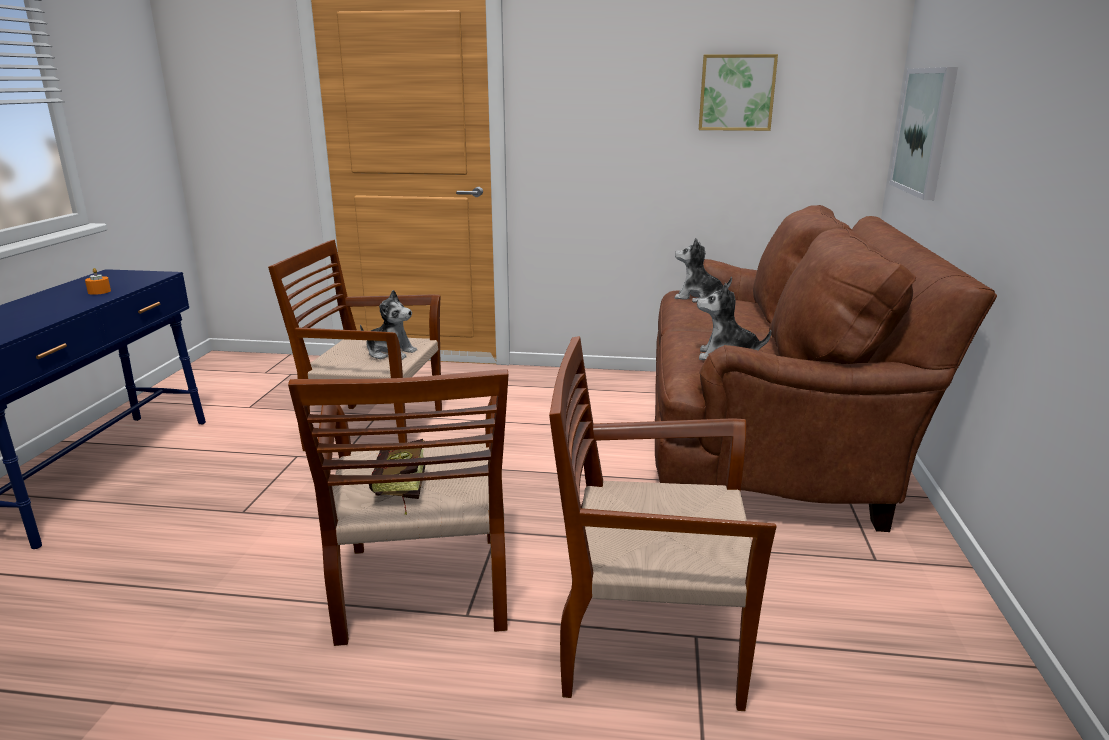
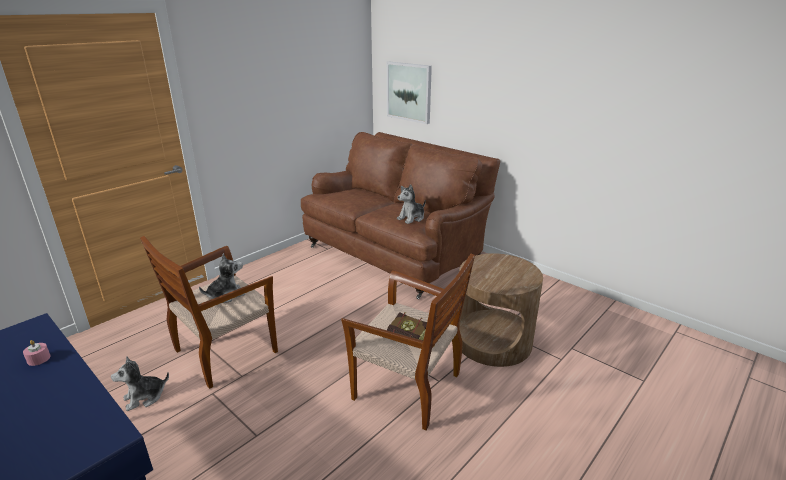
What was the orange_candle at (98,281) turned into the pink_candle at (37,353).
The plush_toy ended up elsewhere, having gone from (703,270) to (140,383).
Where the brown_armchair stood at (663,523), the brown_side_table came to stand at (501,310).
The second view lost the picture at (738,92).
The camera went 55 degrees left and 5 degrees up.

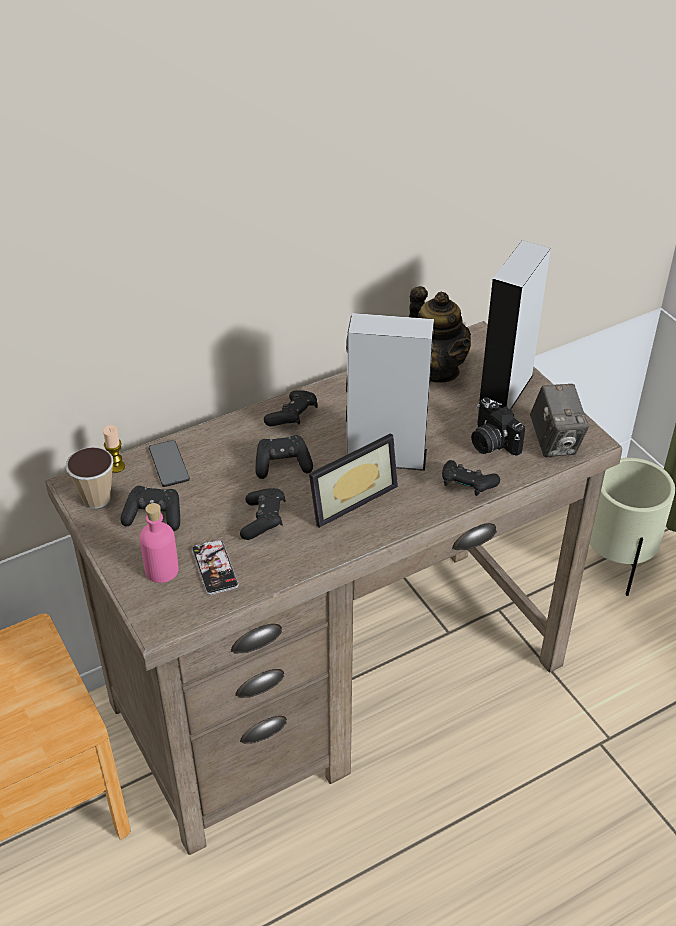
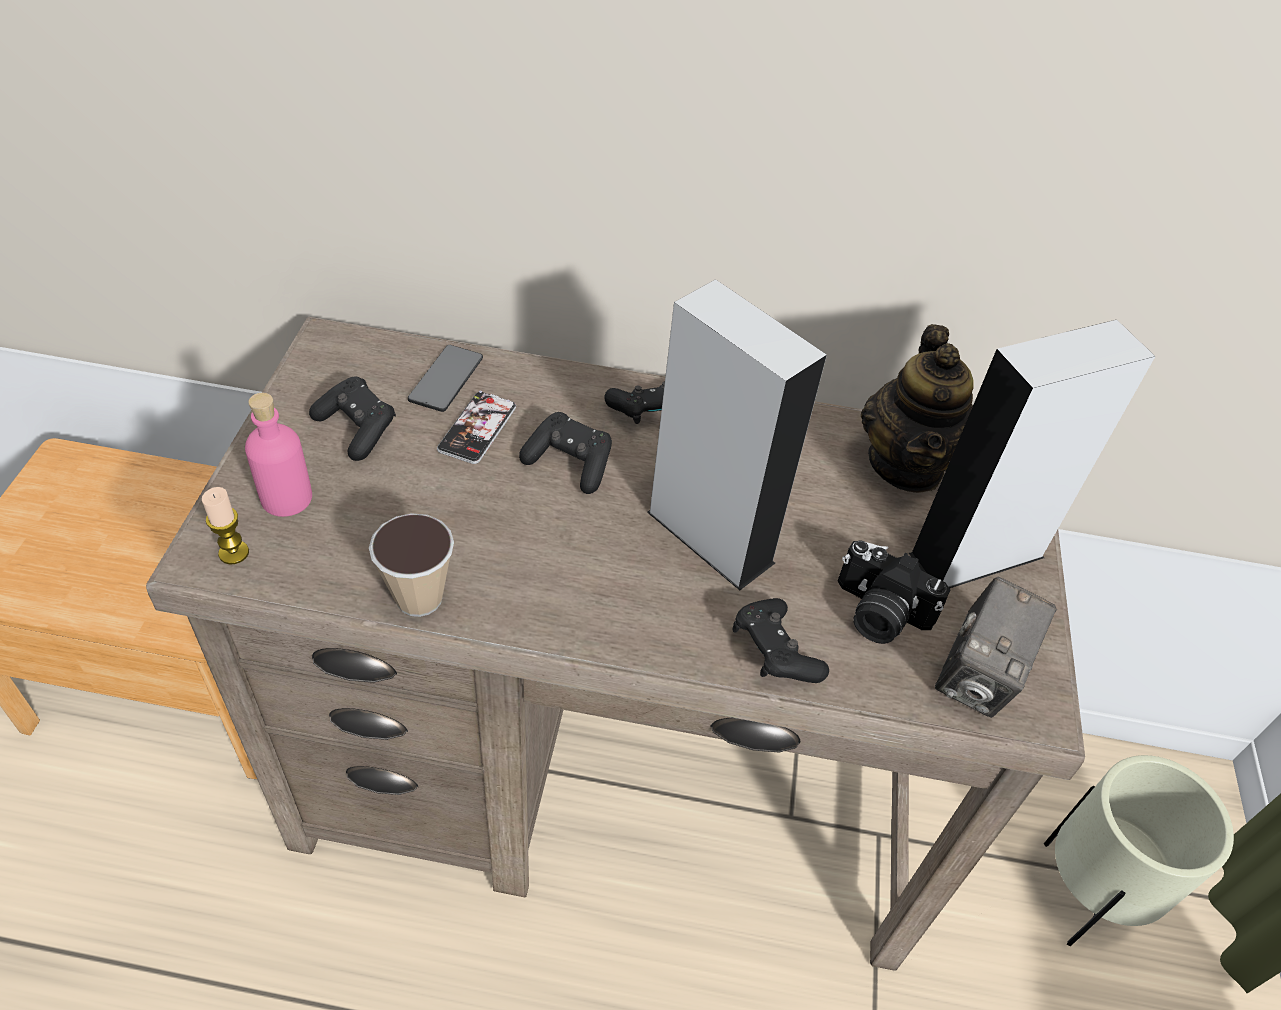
The candle ended up elsewhere, having gone from (114,449) to (225,525).
The cup ended up elsewhere, having gone from (90,478) to (411,565).
The phone ended up elsewhere, having gone from (215,567) to (476,427).
The photo_camera at (498,426) ended up facing another way, 60 degrees counterclockwise from before.
The second view lost the black_game_controller at (263,514).
The second view lost the picture_frame at (353,480).
The camera went 35 degrees right and 5 degrees up.

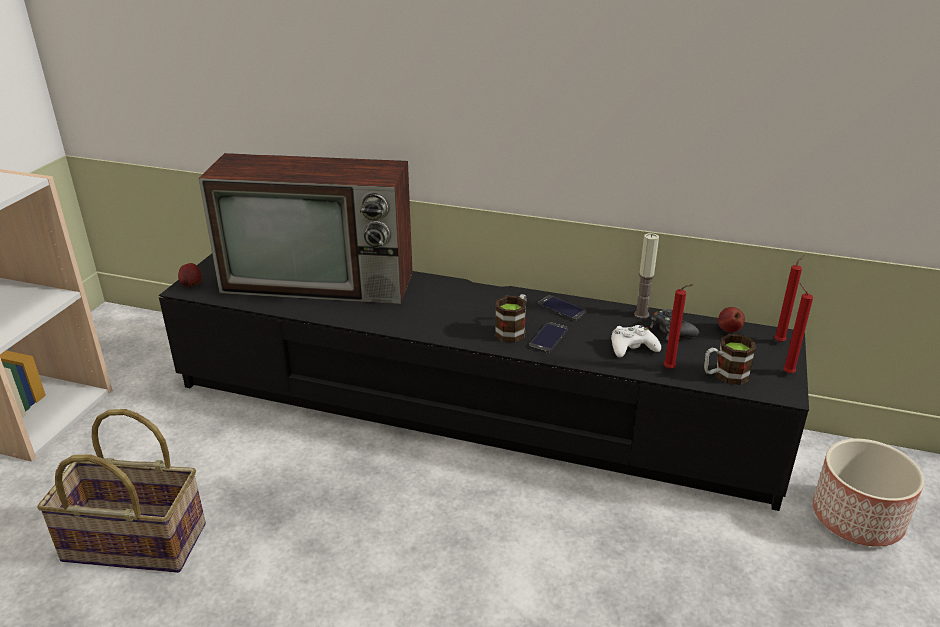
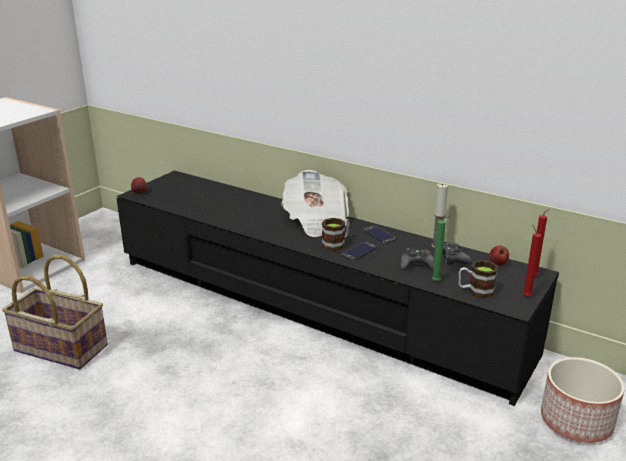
The second view gained the newspaper at (315,203).
What was the white_game_controller at (636,341) turned into the black_game_controller at (417,259).
What was the red_candle at (679,326) turned into the green_candle at (441,249).
The second view lost the television at (306,228).
The camera went 15 degrees right and 5 degrees down.

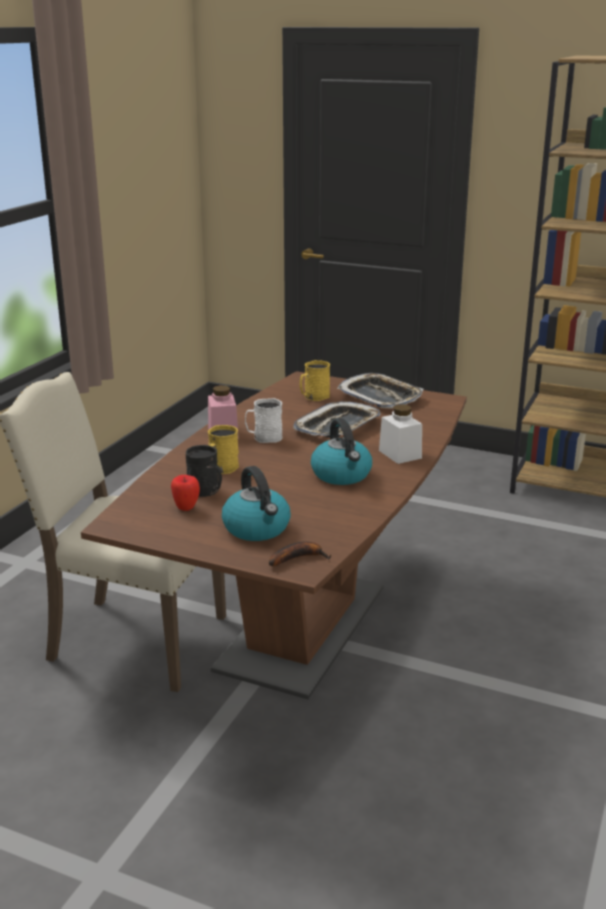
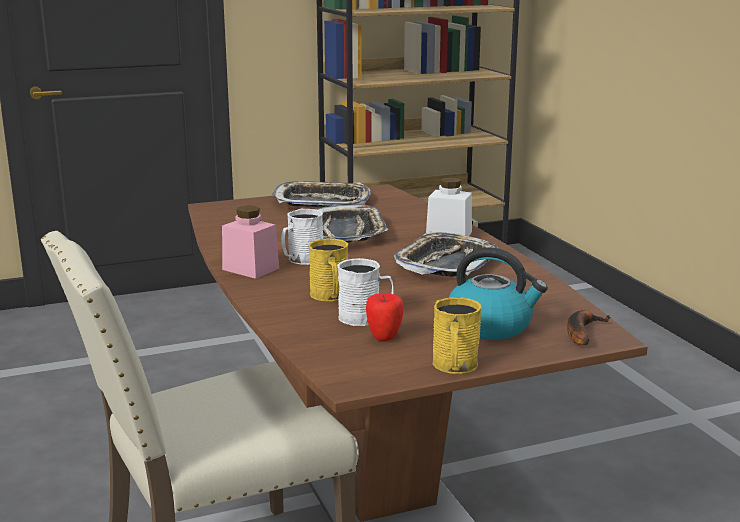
What was the black_mug at (204,471) turned into the white_mug at (365,292).
Where the kettle stood at (341,451), the tray came to stand at (446,254).
The yellow_mug ended up elsewhere, having gone from (315,380) to (457,335).
The camera went 45 degrees left and 5 degrees down.

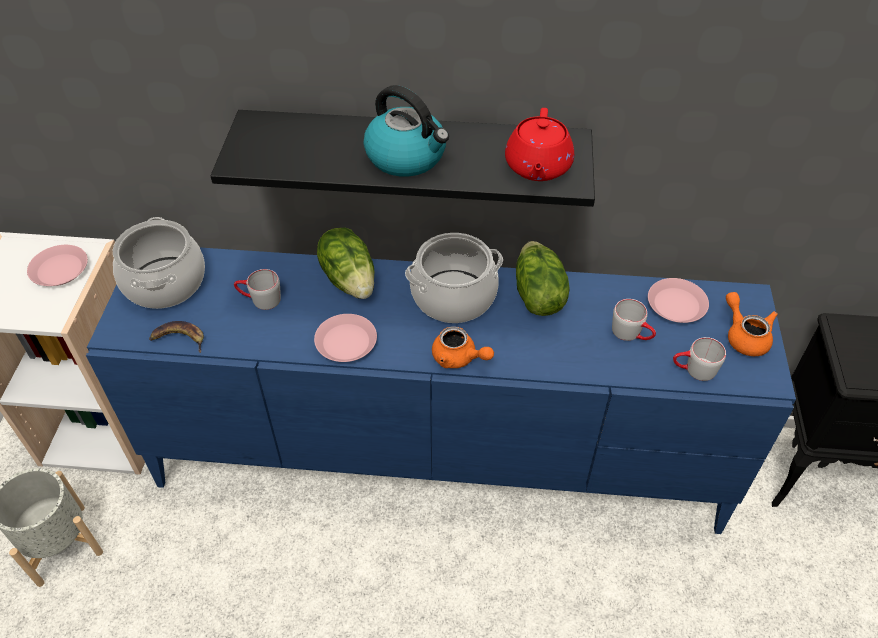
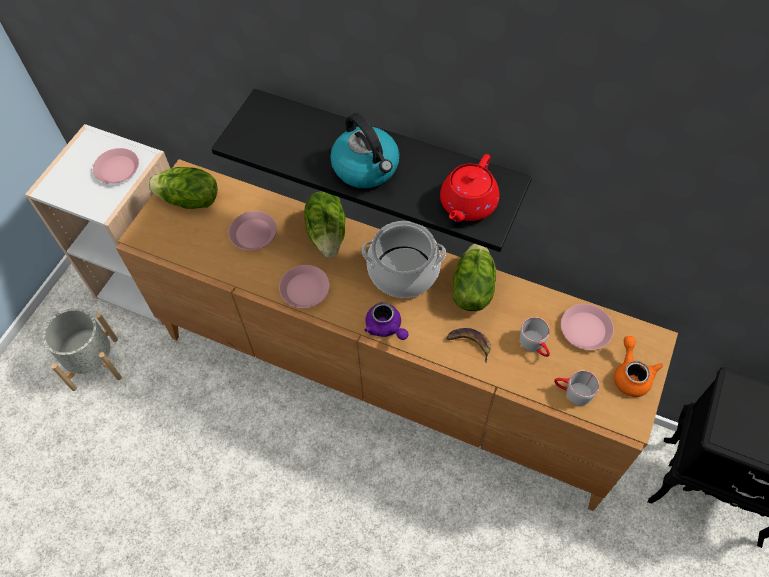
What was the blue_cabinet at (441,391) turned into the brown_cabinet at (397,335).
Where the cooking_pot stood at (159,263), the lettuce came to stand at (182,188).
Where the grey_mug stood at (257,289), the pink_plate came to stand at (253,231).
What was the orange_teapot at (463,347) turned into the purple_teapot at (386,321).
The banana ended up elsewhere, having gone from (176,337) to (468,345).
The camera went 20 degrees right and 10 degrees up.

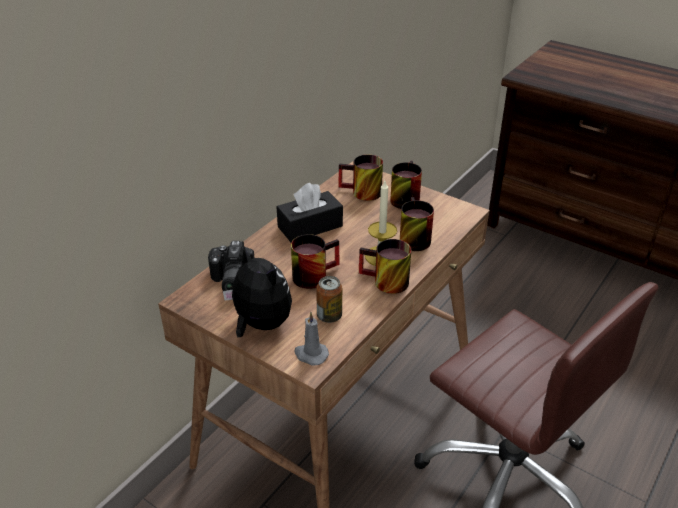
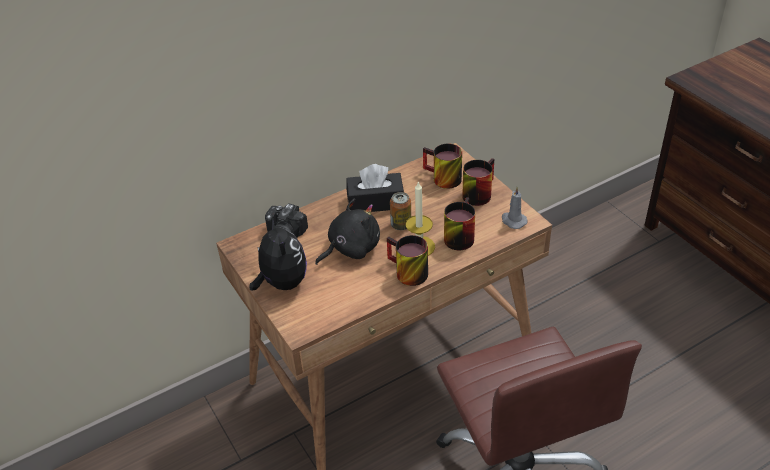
Where the mug stood at (315,261), the black_plush_toy came to stand at (347,232).
The can ended up elsewhere, having gone from (329,299) to (400,211).
The grey_candle ended up elsewhere, having gone from (311,339) to (514,207).
The camera went 25 degrees right and 5 degrees up.

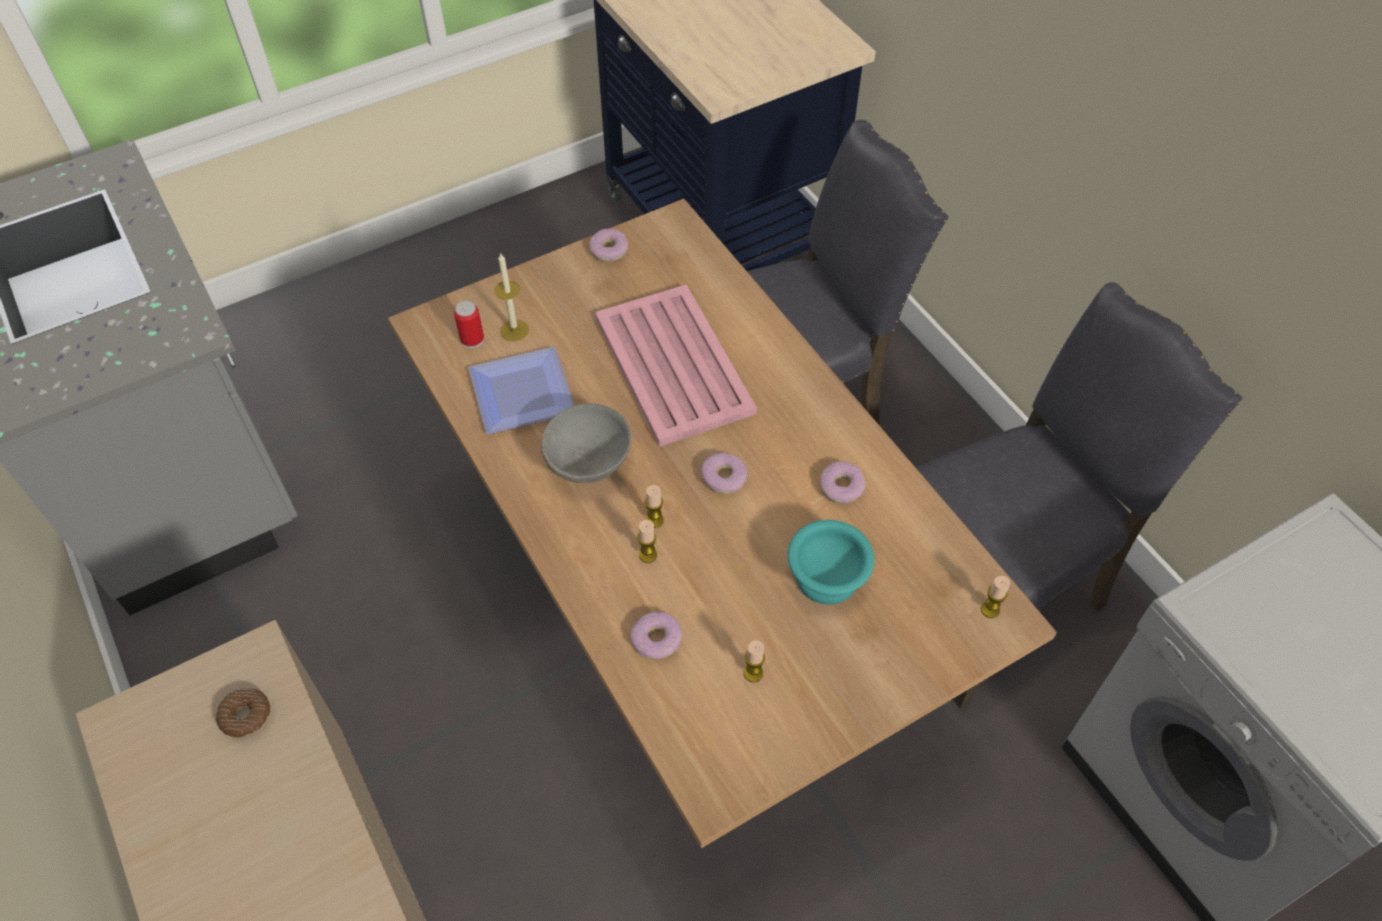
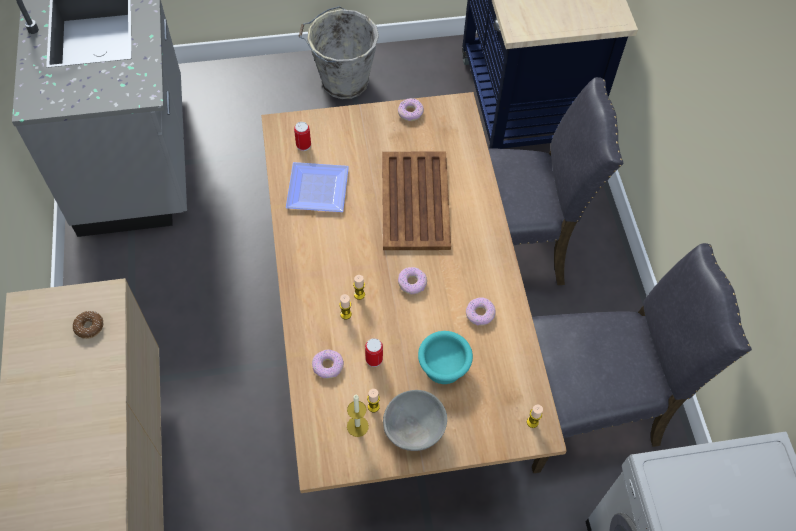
The second view gained the grey_bucket at (339,52).
The candle ended up elsewhere, having gone from (511,296) to (358,416).
The second view gained the can at (374,352).
What was the pink_tray at (676,365) turned into the brown_tray at (416,201).
The grey_bowl ended up elsewhere, having gone from (586,443) to (415,420).
The camera went 20 degrees right and 5 degrees up.

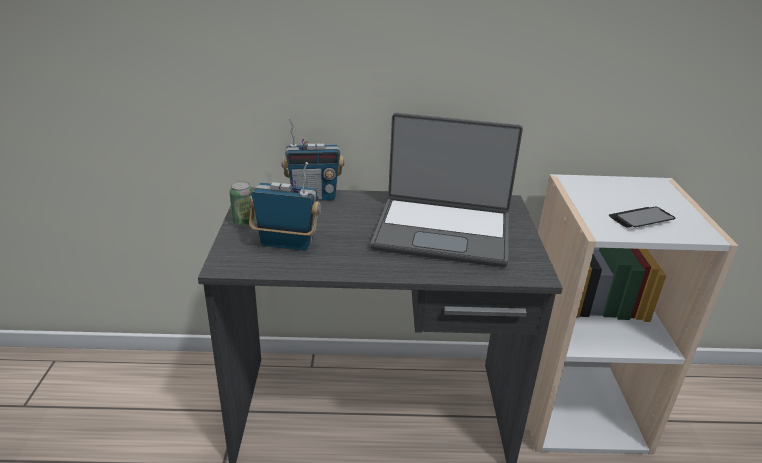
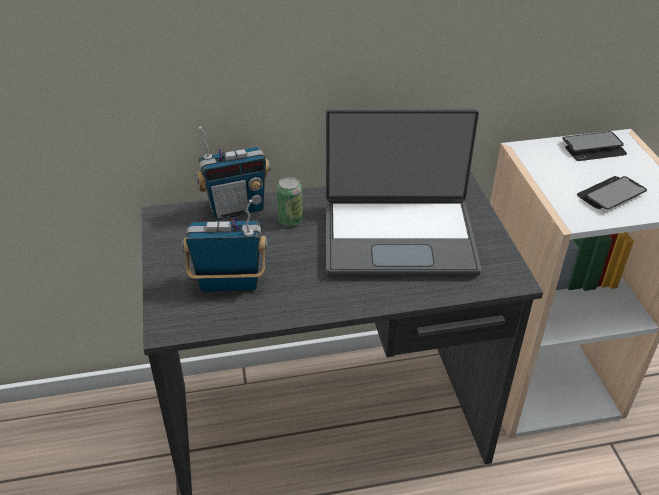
The can ended up elsewhere, having gone from (242,204) to (290,201).
The second view gained the phone at (595,146).
The camera went 10 degrees left and 10 degrees up.

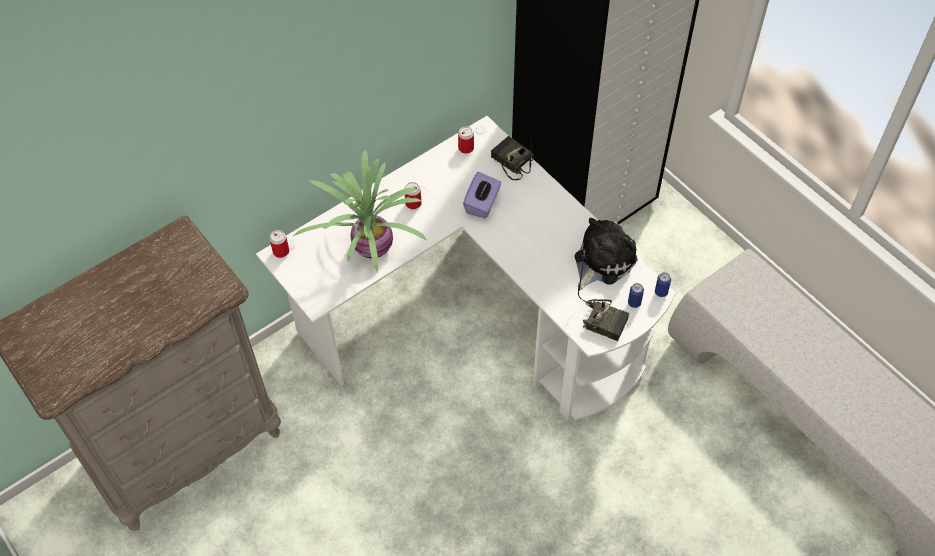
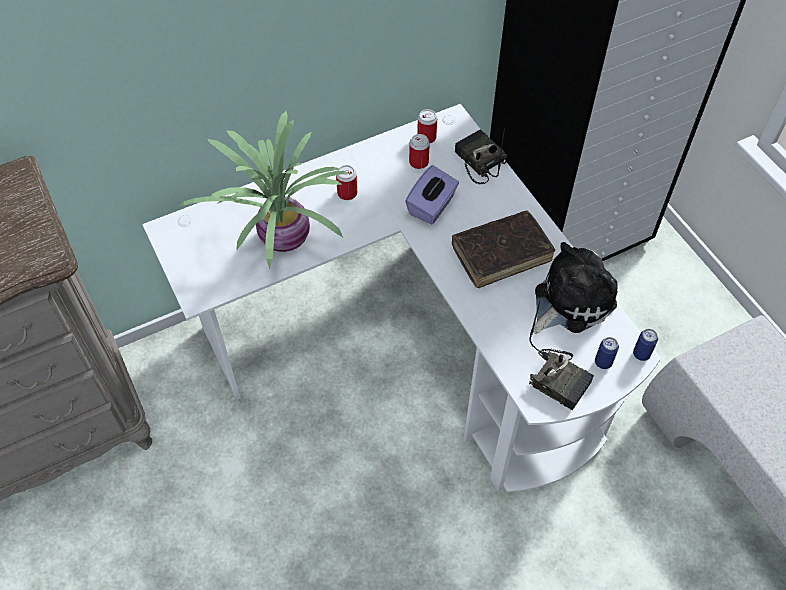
The can ended up elsewhere, having gone from (279,244) to (419,151).
The second view gained the brown_book at (503,249).
The camera went 10 degrees right and 0 degrees up.

